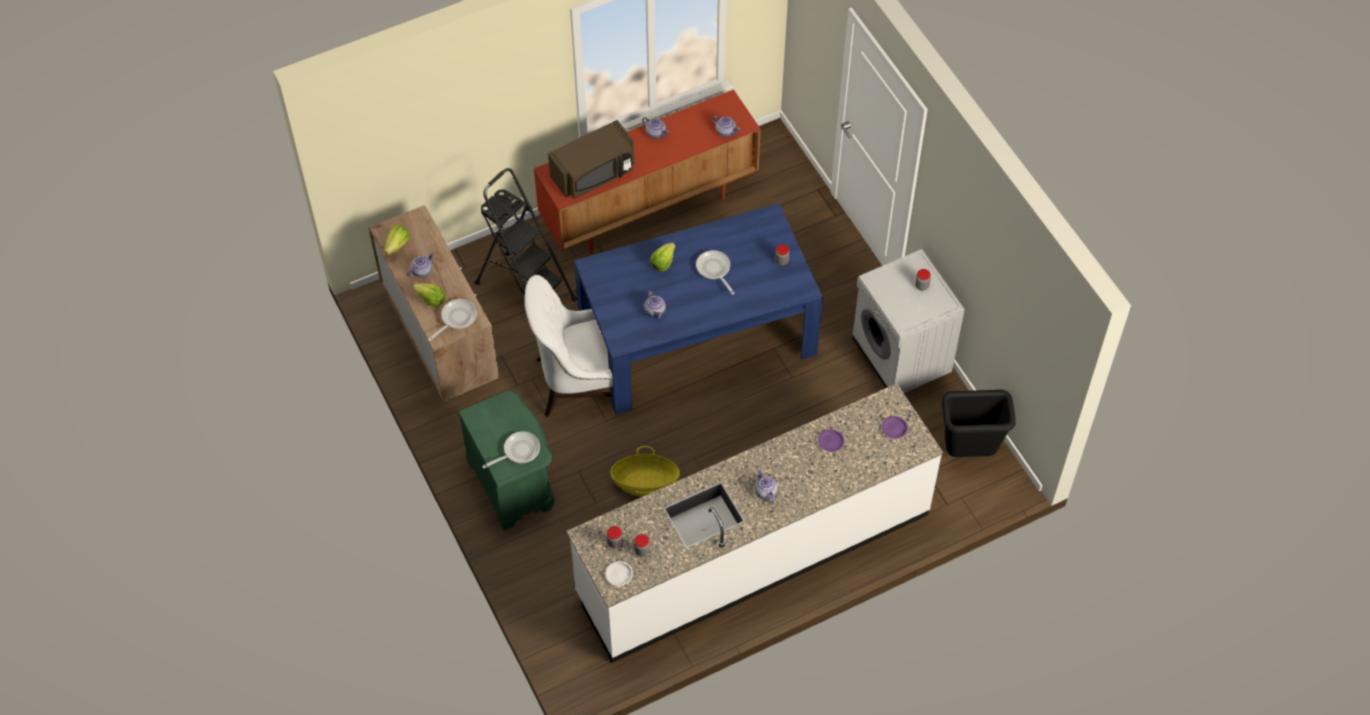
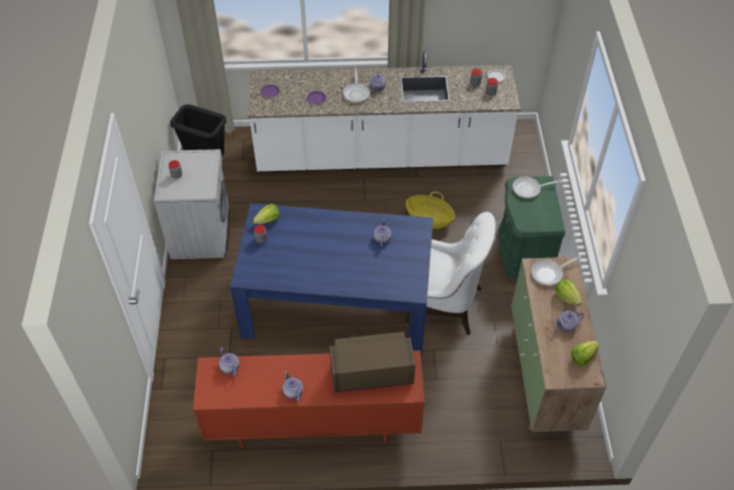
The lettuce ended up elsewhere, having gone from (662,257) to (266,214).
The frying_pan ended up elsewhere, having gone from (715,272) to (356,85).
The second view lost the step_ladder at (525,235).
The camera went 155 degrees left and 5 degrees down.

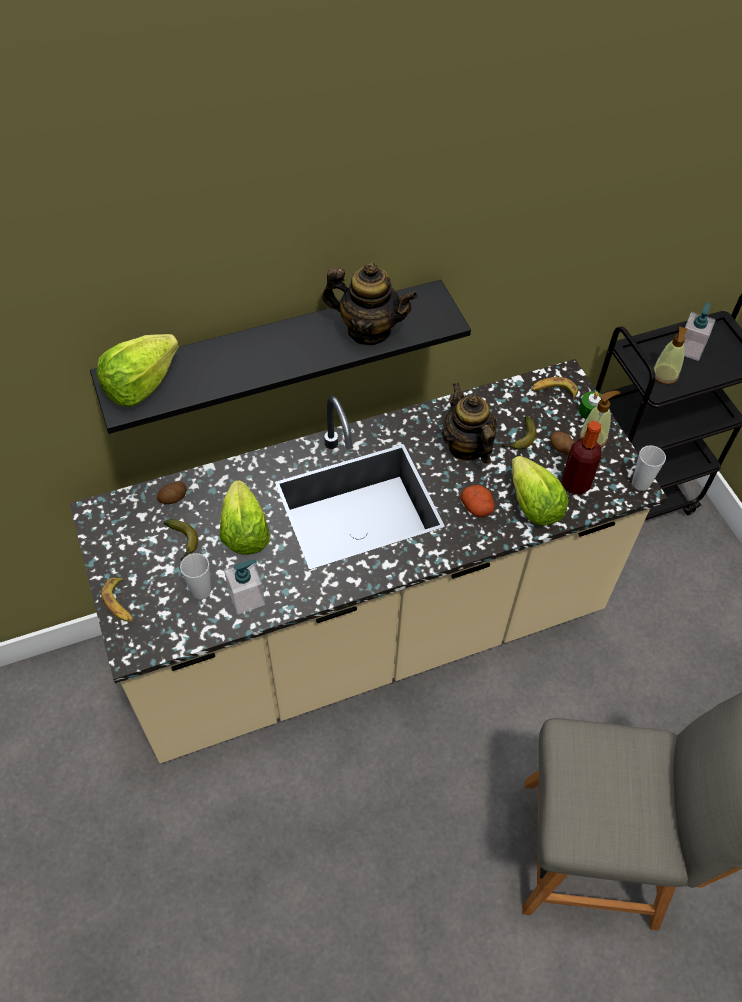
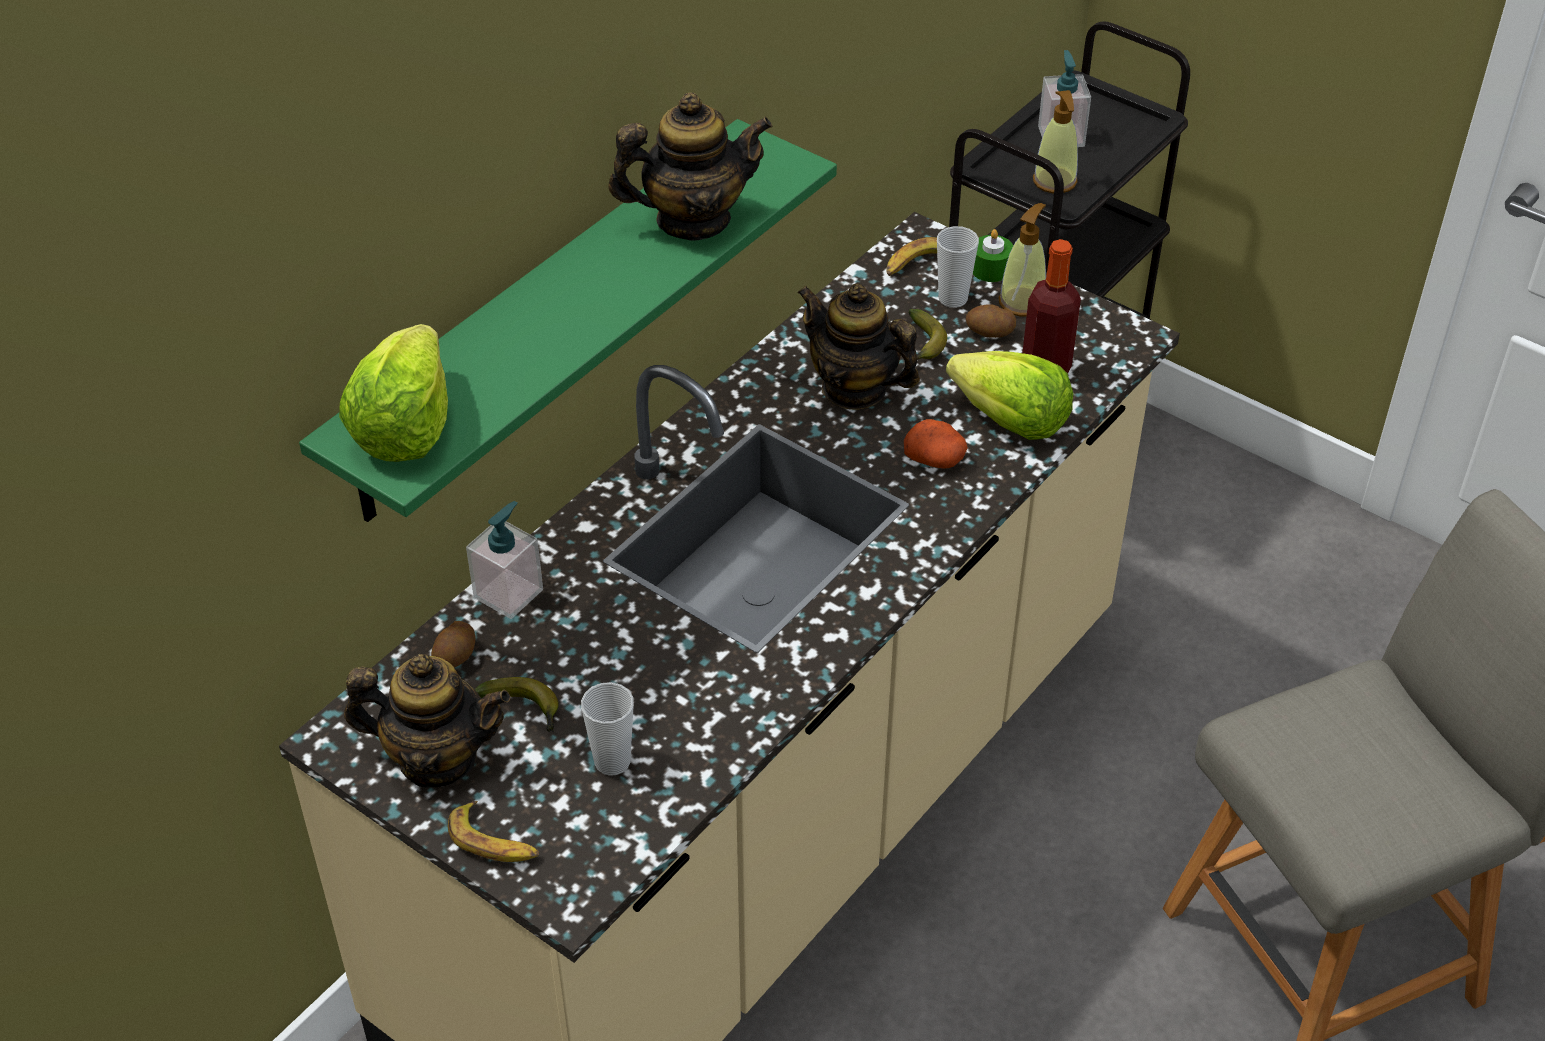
What was the black_shelf at (280,357) turned into the green_shelf at (568,320).
The second view gained the teapot at (427,720).
The soap_dispenser ended up elsewhere, having gone from (244,587) to (504,560).
The cup ended up elsewhere, having gone from (649,468) to (958,267).
The second view lost the lettuce at (245,517).
The camera went 30 degrees left and 10 degrees down.

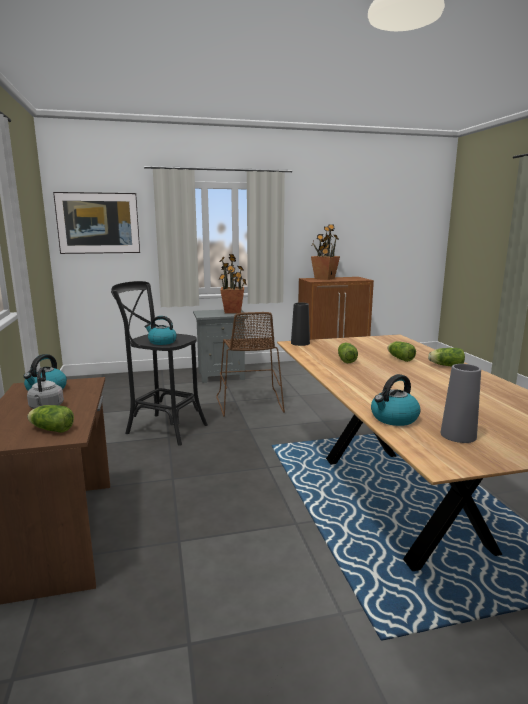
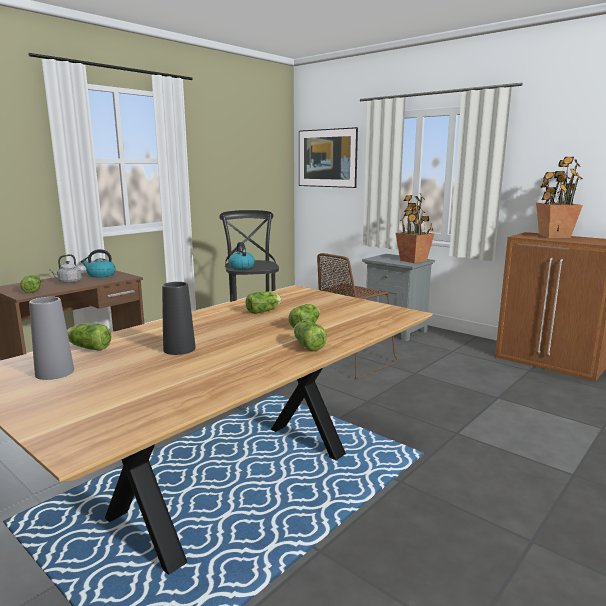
Where the kettle stood at (395,400), the lettuce came to stand at (89,337).
The black_vase ended up elsewhere, having gone from (300,324) to (179,318).
The camera went 55 degrees right and 0 degrees up.

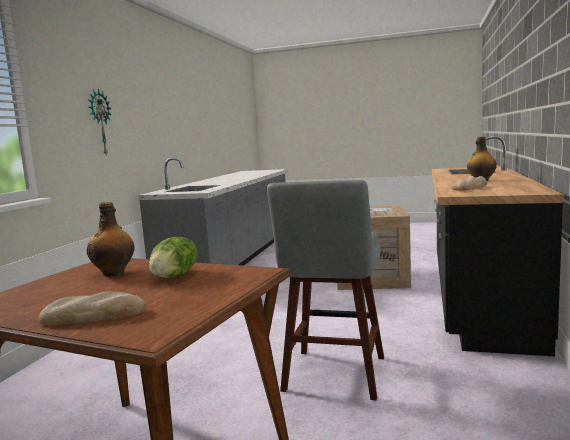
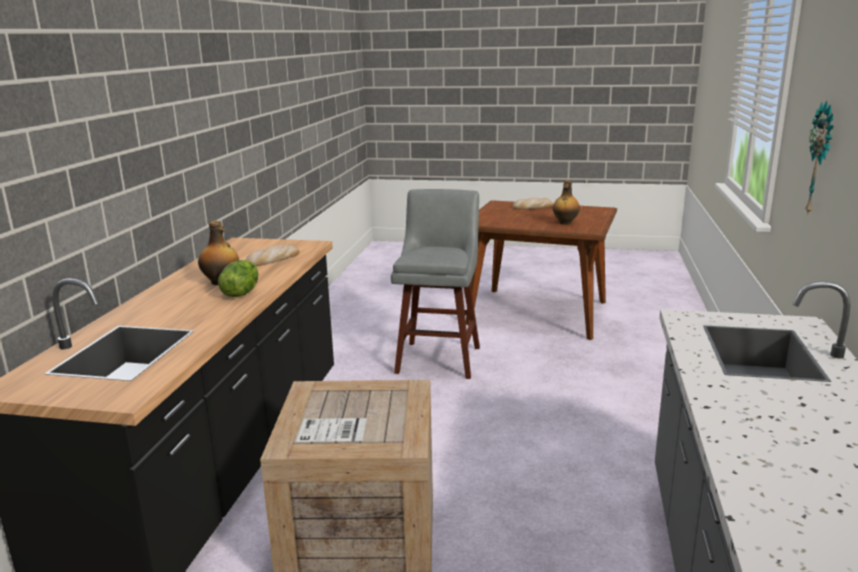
The lettuce ended up elsewhere, having gone from (173,257) to (238,278).
The camera went 175 degrees right and 10 degrees up.

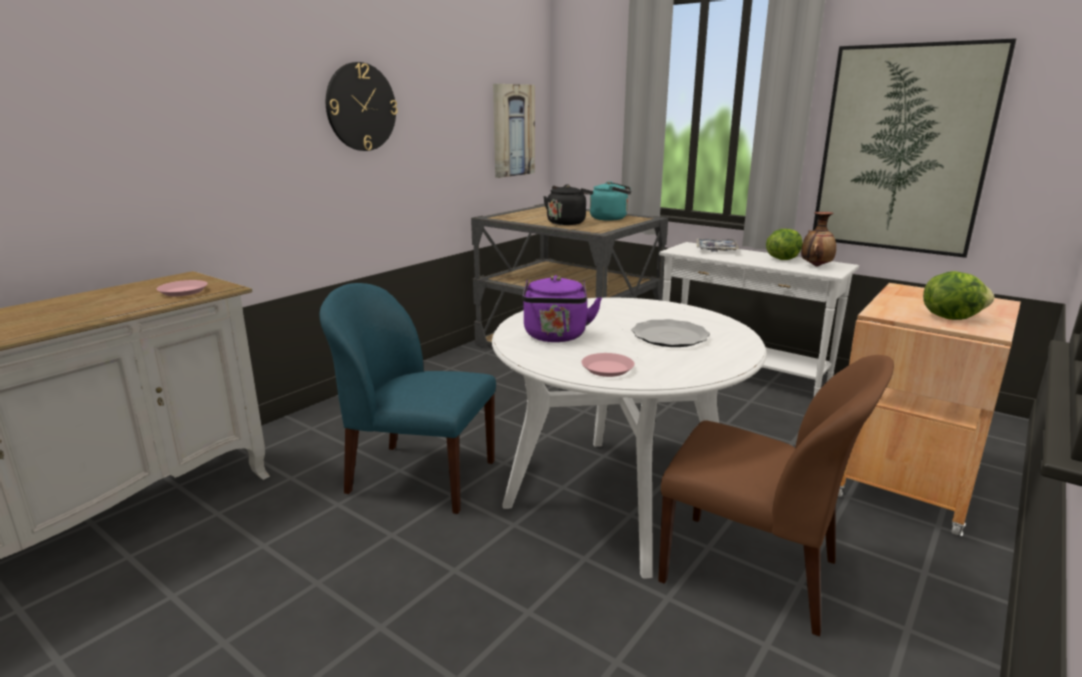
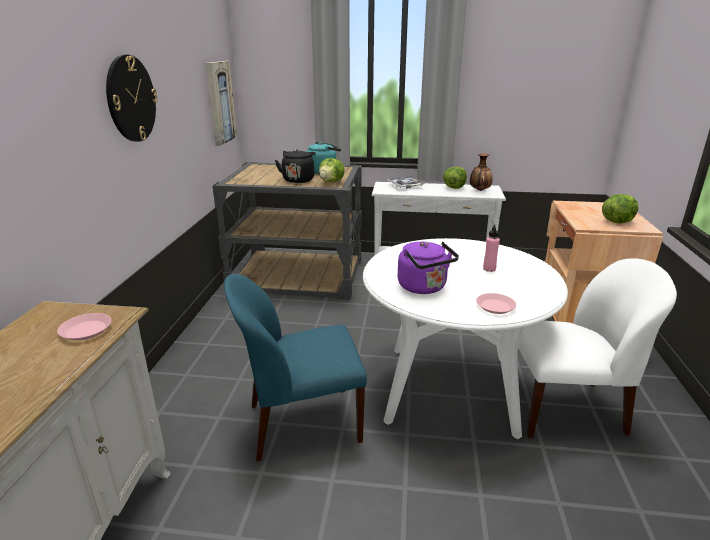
The second view gained the lettuce at (332,170).
Where the plate stood at (670,333), the pink_bottle came to stand at (491,248).
What was the brown_chair at (776,495) turned into the white_chair at (597,348).
The second view lost the picture at (915,148).
The camera went 30 degrees left and 5 degrees up.

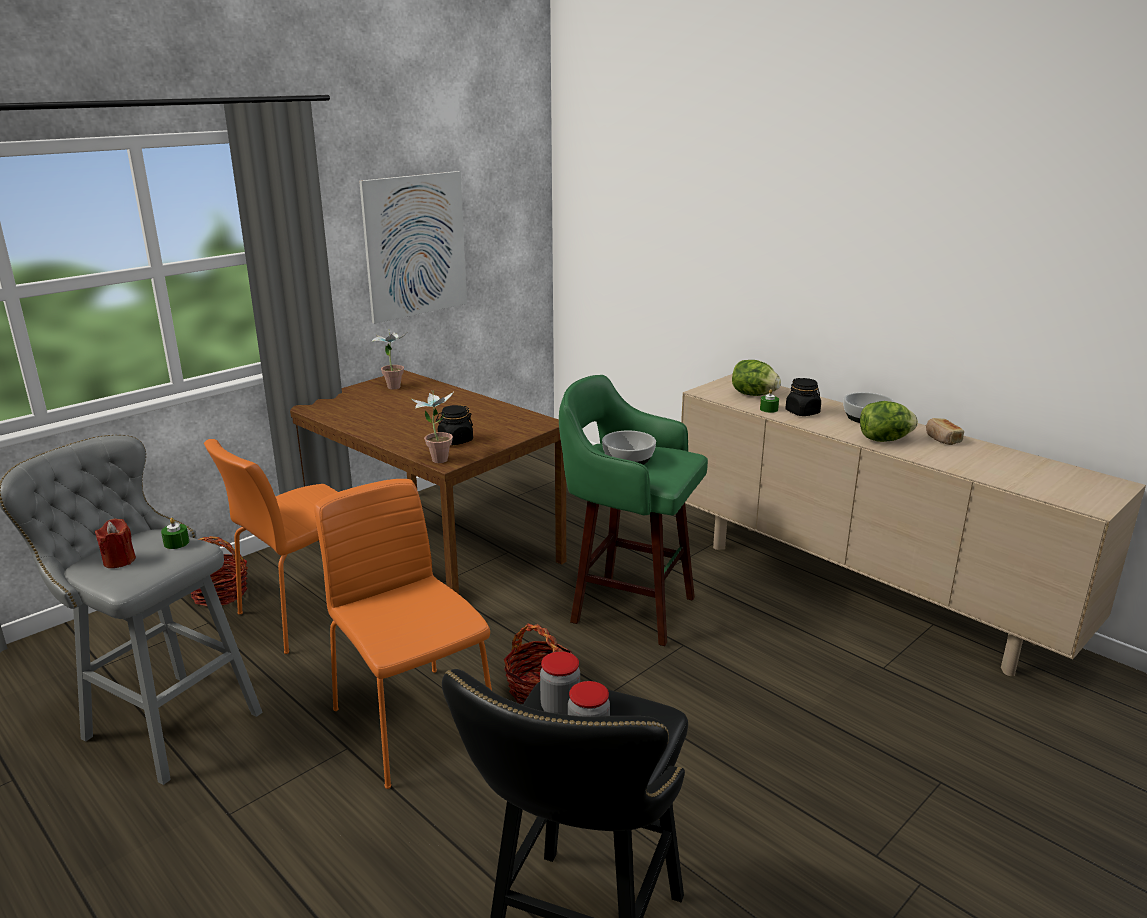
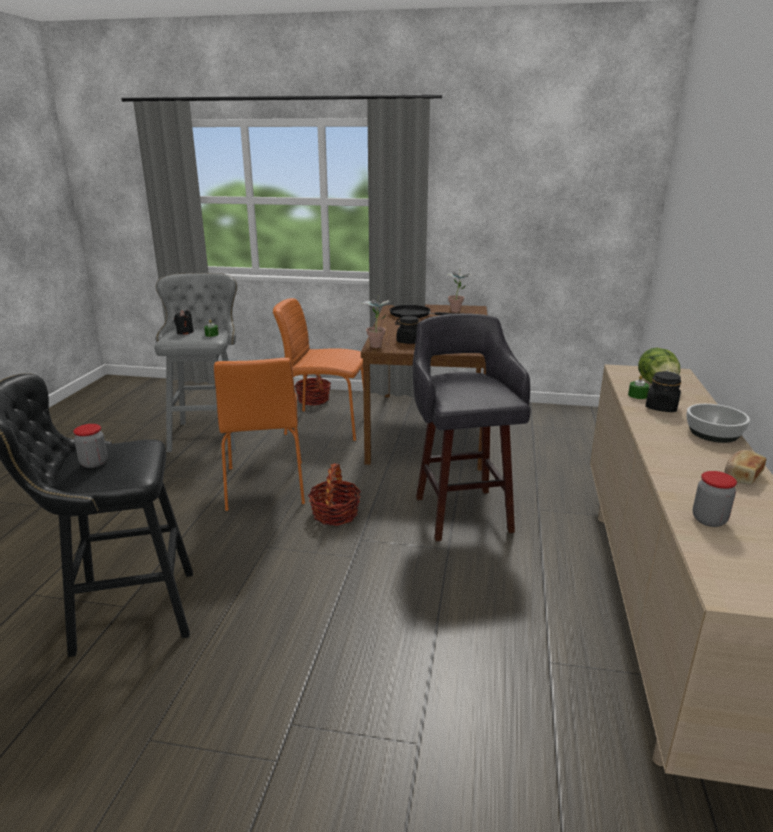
What was the red_candle at (115,543) turned into the black_candle at (184,322).
The orange_chair at (403,634) ended up facing another way, 150 degrees clockwise from before.
The second view gained the black_frying_pan at (423,311).
What was the green_stool at (633,510) turned into the grey_stool at (472,427).
The jar ended up elsewhere, having gone from (560,683) to (715,499).
The second view lost the picture at (413,247).
The second view lost the bowl at (629,448).
The second view lost the lettuce at (889,421).
The camera went 55 degrees right and 0 degrees up.

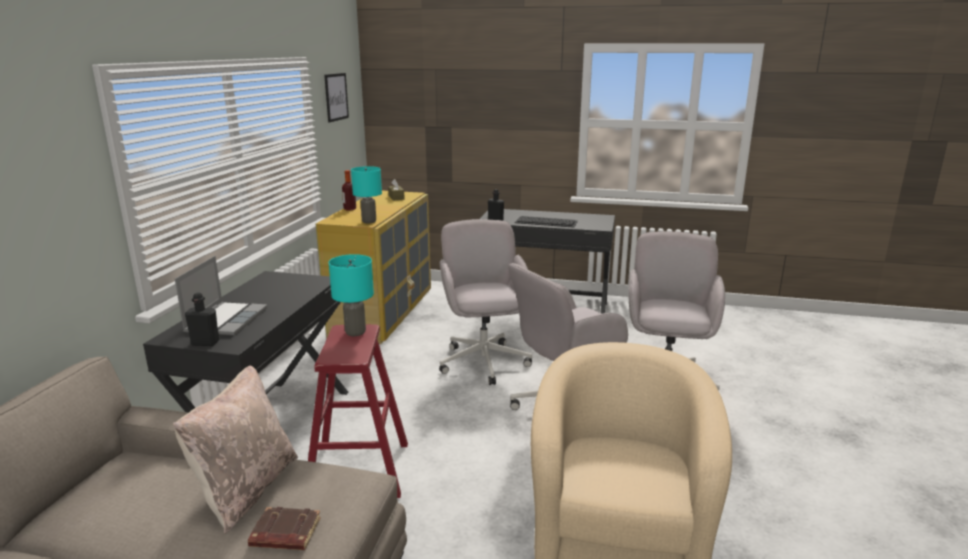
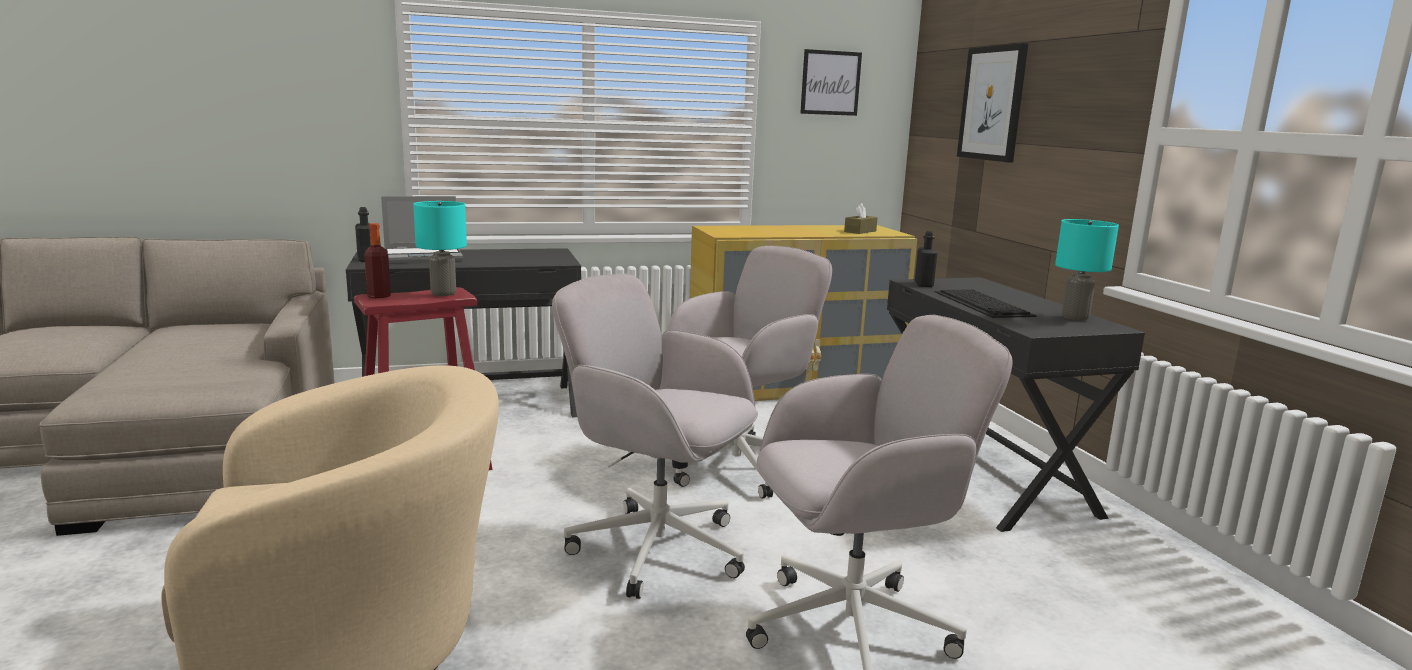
The bottle ended up elsewhere, having gone from (349,190) to (377,260).
The second view gained the picture at (992,103).
The turquoise_table_lamp ended up elsewhere, having gone from (366,194) to (1087,270).
The second view lost the beige_pillow at (235,450).
The second view lost the brown_book at (284,528).
The camera went 60 degrees right and 5 degrees down.

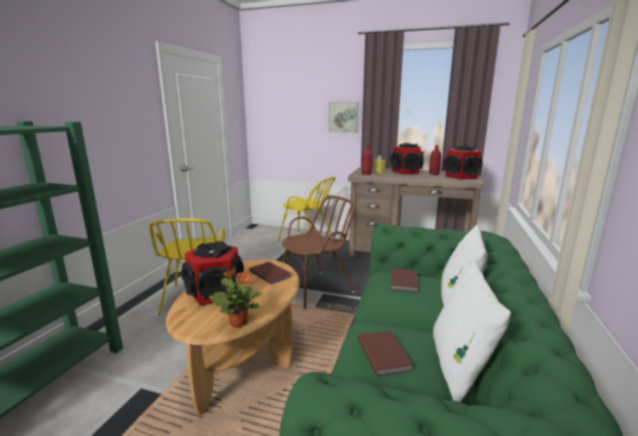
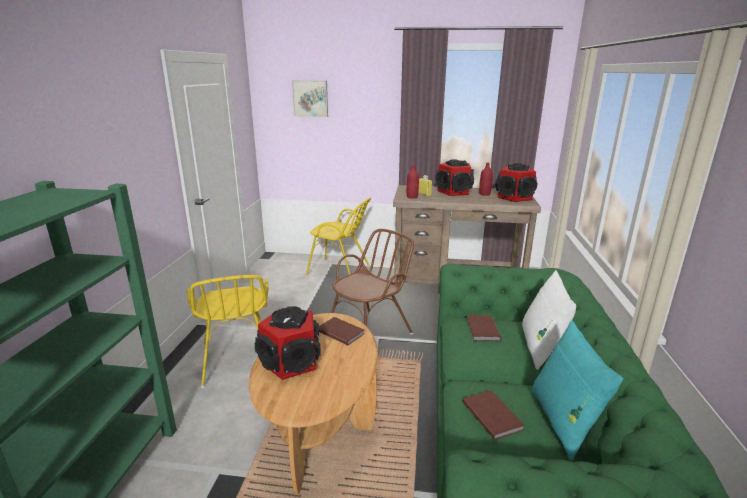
The picture ended up elsewhere, having gone from (343,117) to (310,98).
What was the white_pillow at (472,331) turned into the turquoise_pillow at (577,390).
The second view lost the potted_plant at (235,298).
The camera went 10 degrees left and 5 degrees up.

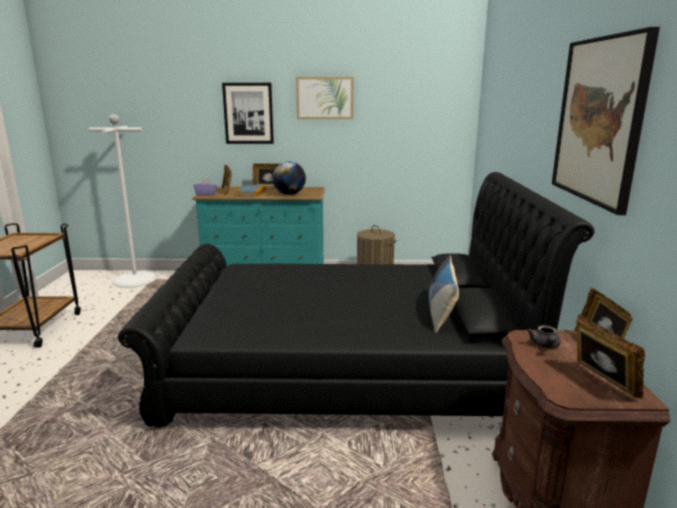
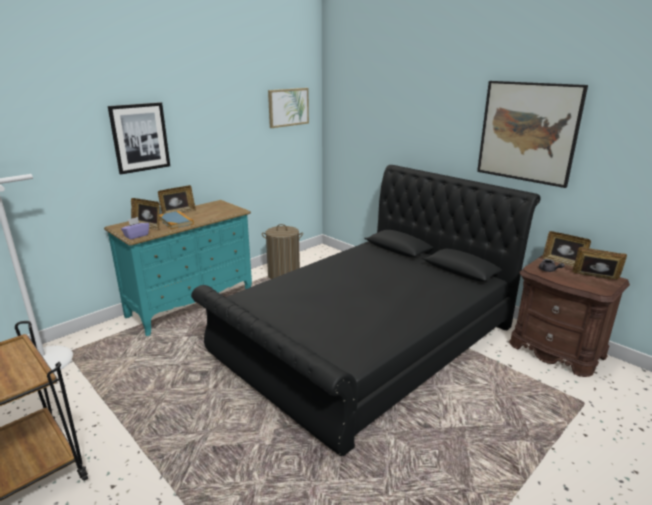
The picture ended up elsewhere, having gone from (324,98) to (288,108).
The second view lost the globe at (289,178).
The second view lost the pillow at (444,294).
The camera went 45 degrees left and 5 degrees up.

